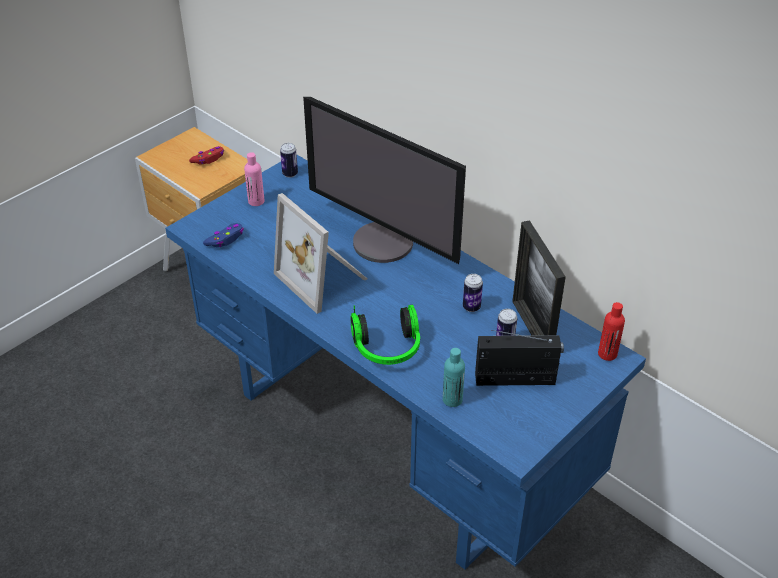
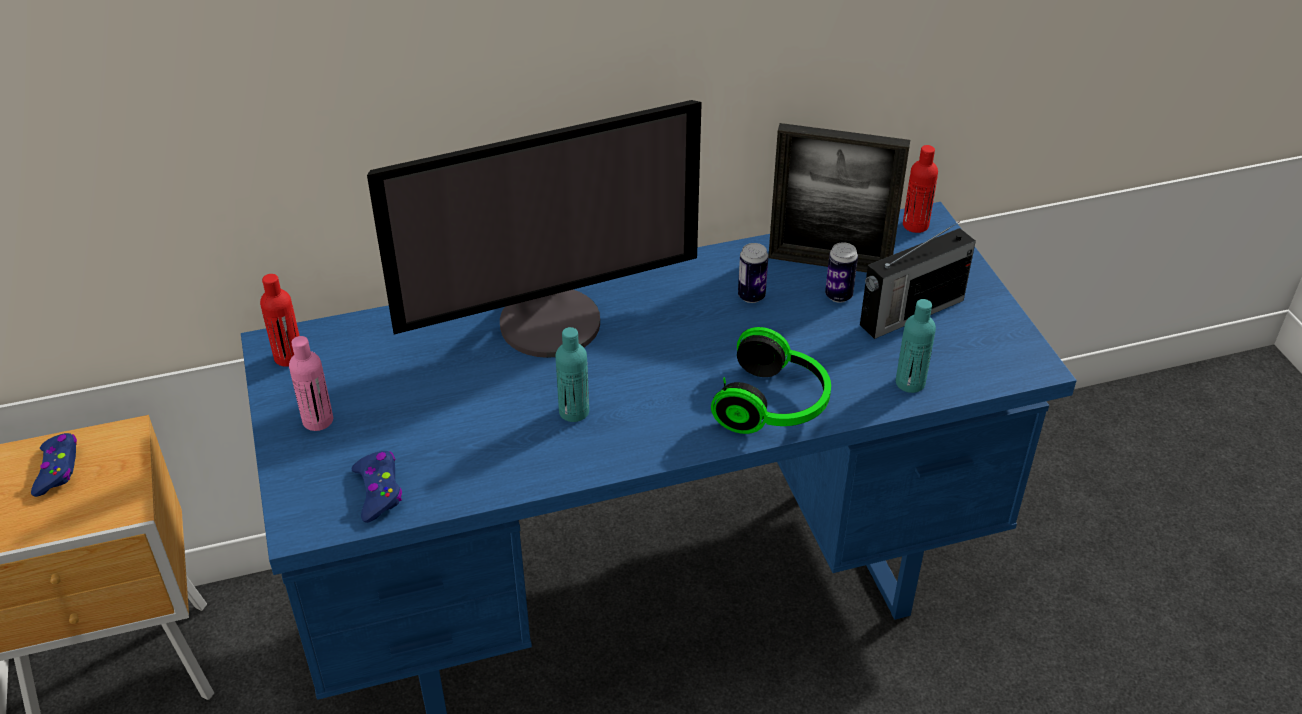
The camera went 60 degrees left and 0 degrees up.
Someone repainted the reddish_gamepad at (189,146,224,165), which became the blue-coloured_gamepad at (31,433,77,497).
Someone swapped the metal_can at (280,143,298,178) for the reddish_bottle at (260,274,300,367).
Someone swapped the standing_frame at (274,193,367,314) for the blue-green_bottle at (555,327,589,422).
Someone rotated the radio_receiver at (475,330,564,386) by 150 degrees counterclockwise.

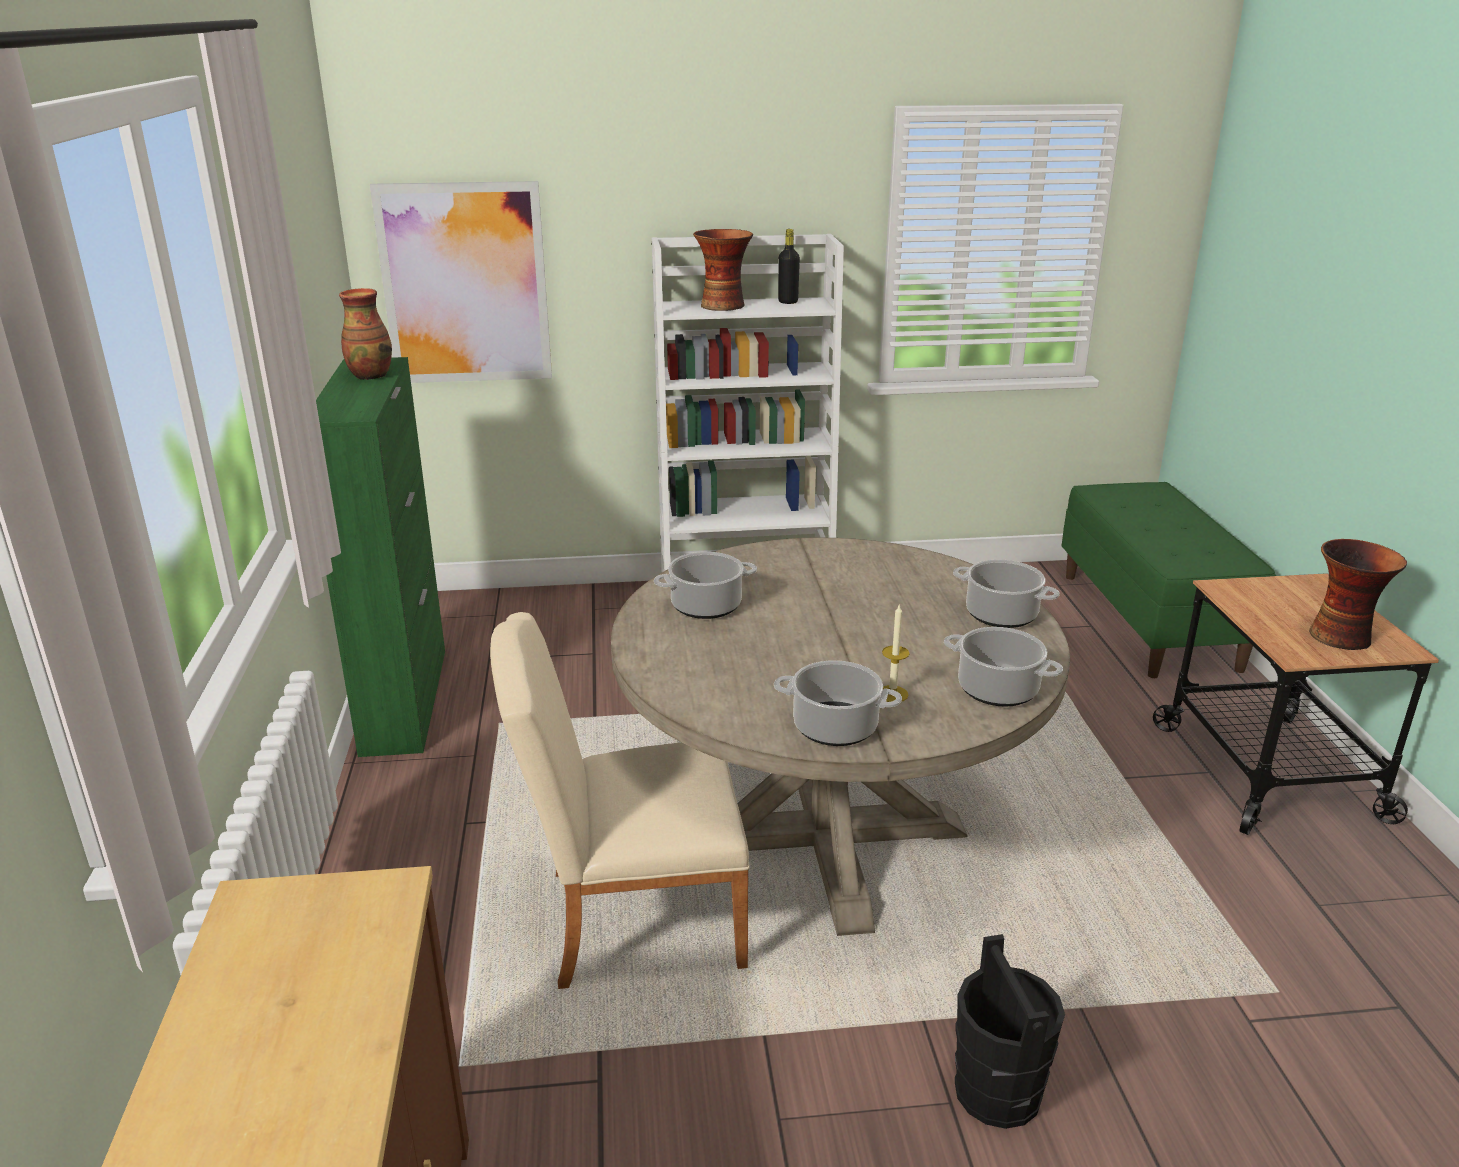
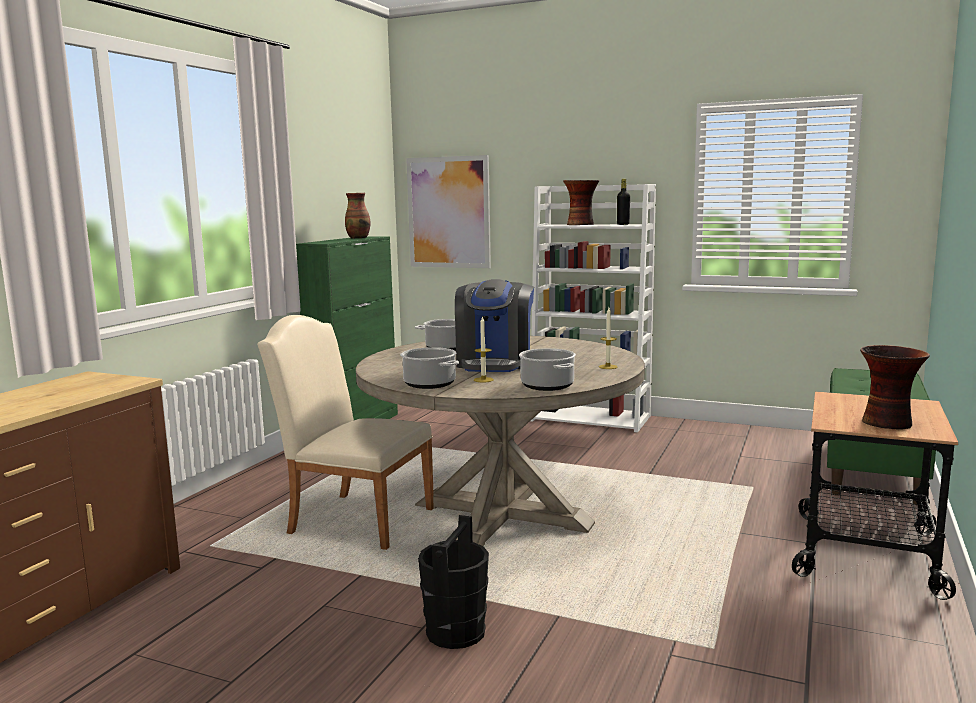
The camera went 30 degrees right and 15 degrees down.
Someone put down the coffee_brewer at (455,279,534,372).
Someone swapped the stockpot at (953,560,1060,628) for the wax_candle at (599,307,618,369).

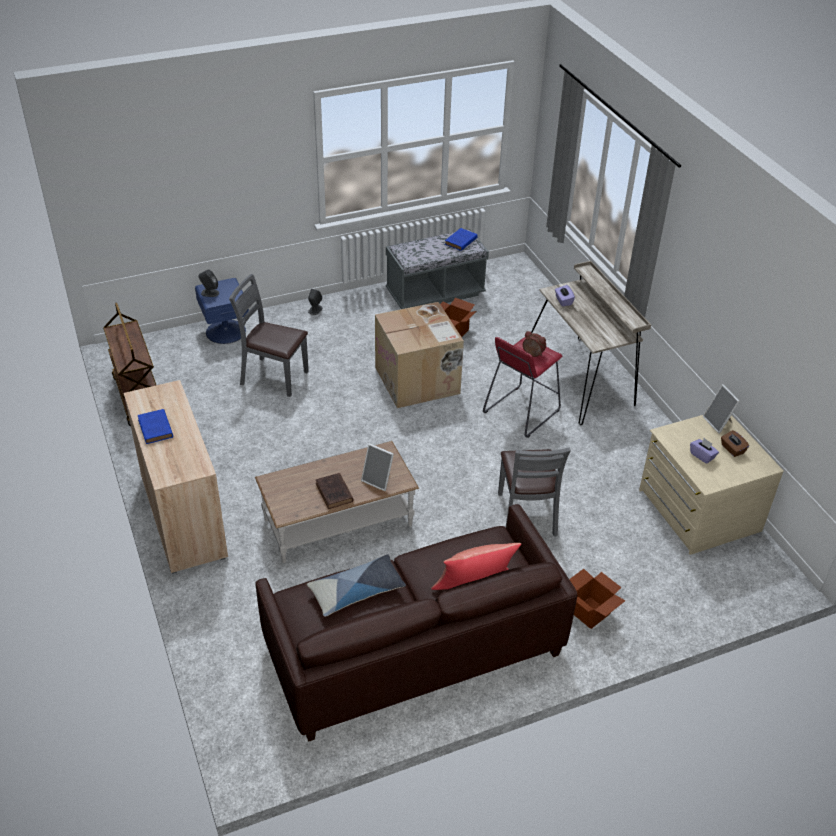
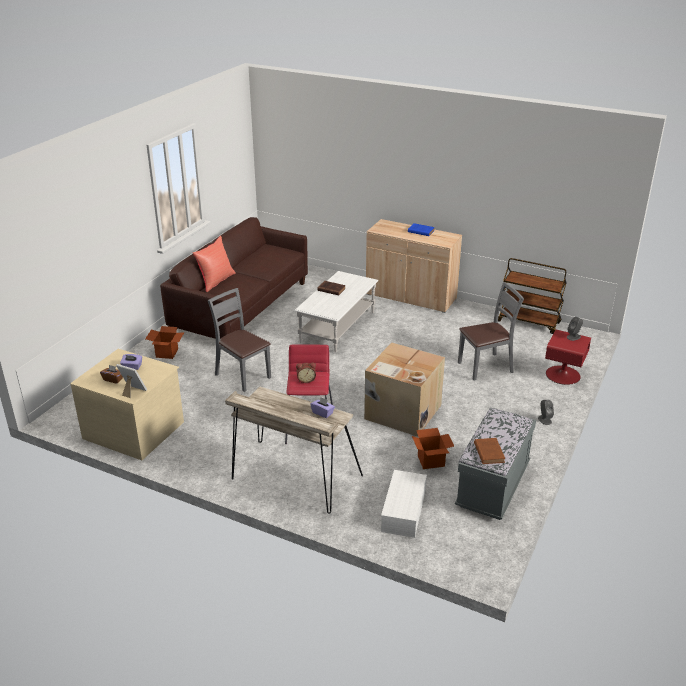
The camera went 140 degrees right and 10 degrees down.
Someone repainted the brown_low_table at (255,441,419,563), which became the white_low_table at (294,271,379,353).
Someone put down the white_storage_container at (381,470,427,538).
Someone repainted the blue-coloured_bound_book at (445,228,478,251), which became the brown_bound_book at (474,438,505,464).
Someone repainted the blue-coloured_nightstand at (195,278,249,344), which became the reddish_nightstand at (545,330,591,385).
Someone took away the cushion at (307,554,406,617).
Someone took away the standing_frame at (361,443,394,491).

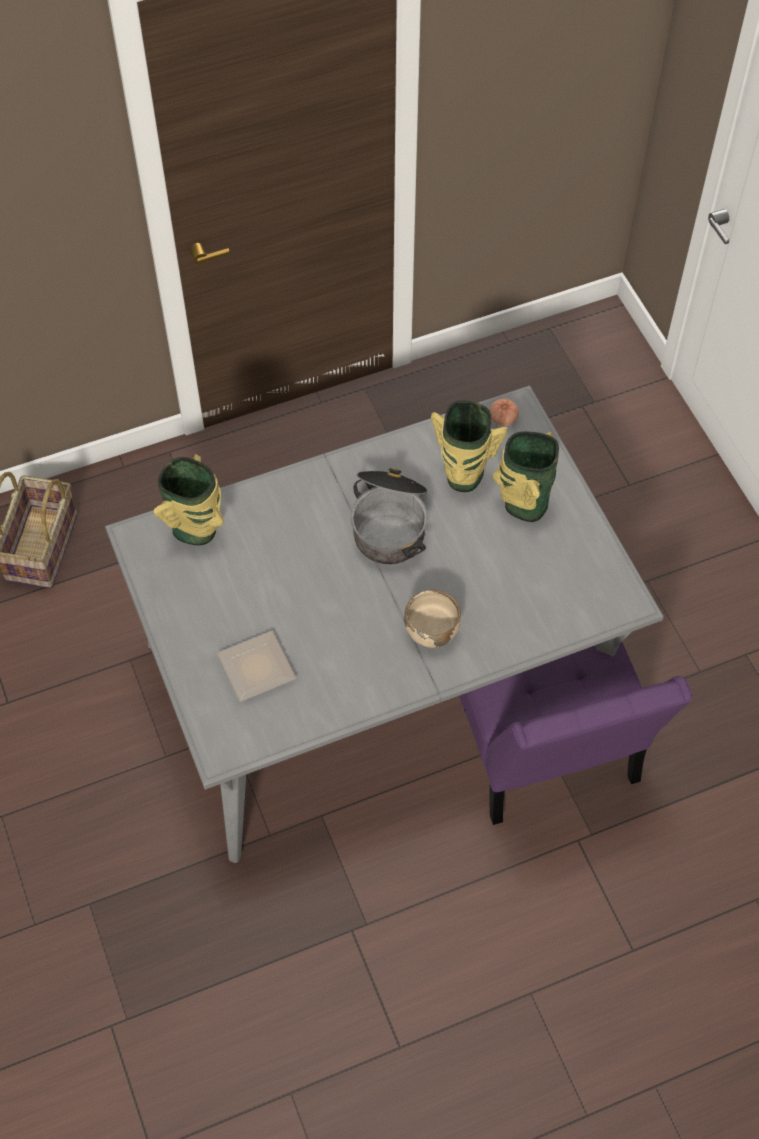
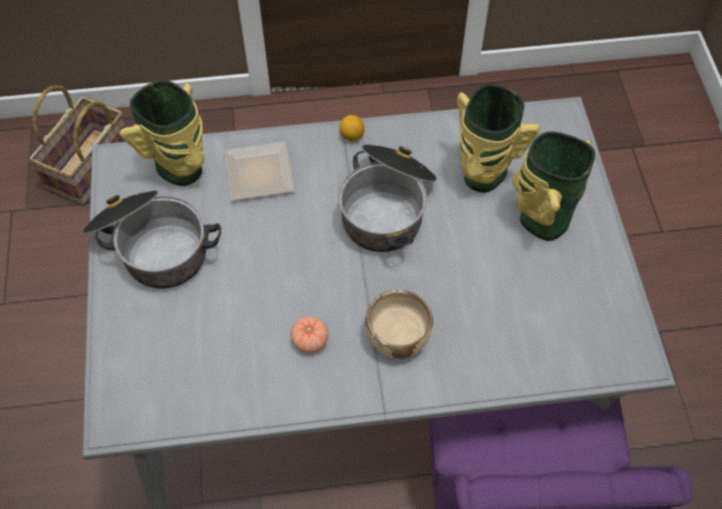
The camera went 15 degrees right and 0 degrees up.
Someone put down the stockpot at (82,190,221,289).
Someone carried the dinner_plate from (217,631,296,702) to (225,142,295,201).
Someone carried the fresh_tomato from (489,399,519,426) to (291,316,329,353).
Someone put down the citrus_fruit at (339,115,365,141).

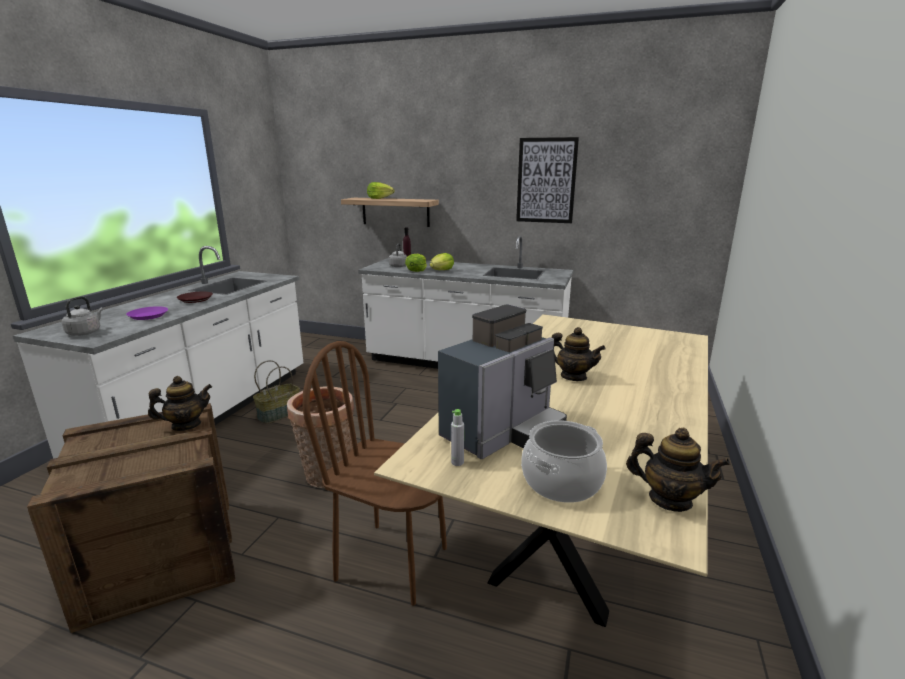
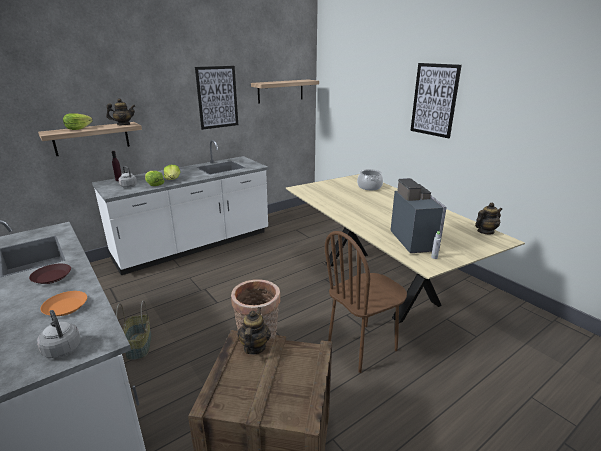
The camera went 55 degrees left and 5 degrees up.
Someone repainted the purple_dinner_plate at (126,306,168,320), which became the orange_dinner_plate at (40,291,87,316).
Someone carried the tea_pot from (552,327,606,381) to (106,98,135,125).
Someone put up the shelf at (251,79,319,104).
Someone carried the stockpot from (521,420,607,503) to (357,169,383,190).
Someone put up the wall_art at (410,63,462,138).

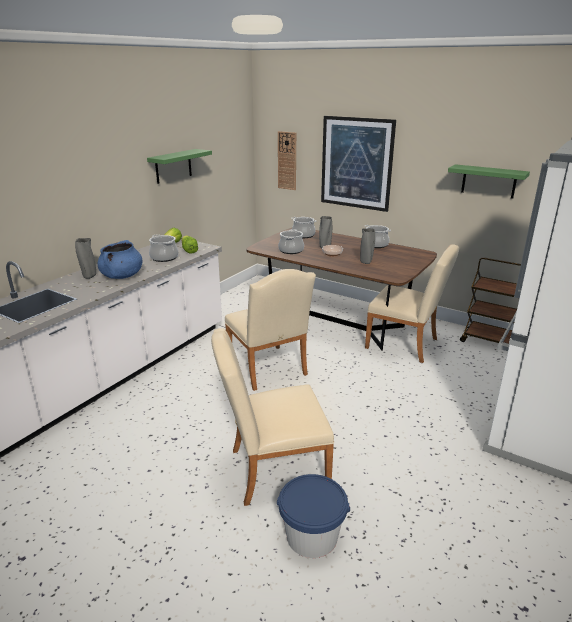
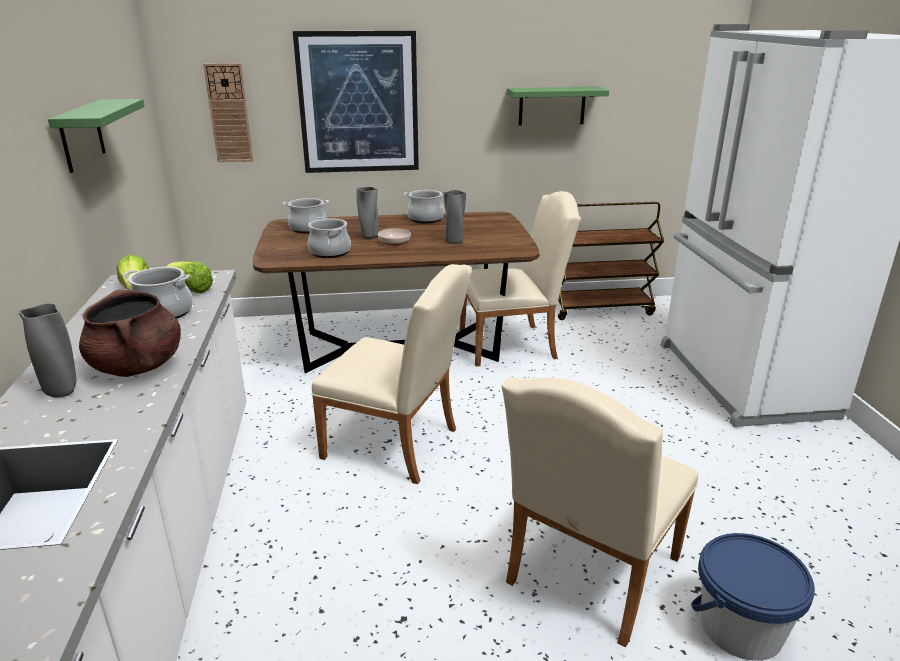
The camera went 40 degrees left and 0 degrees up.
Someone repainted the blue-coloured_stockpot at (97,240,143,279), which became the brown_stockpot at (79,290,181,377).

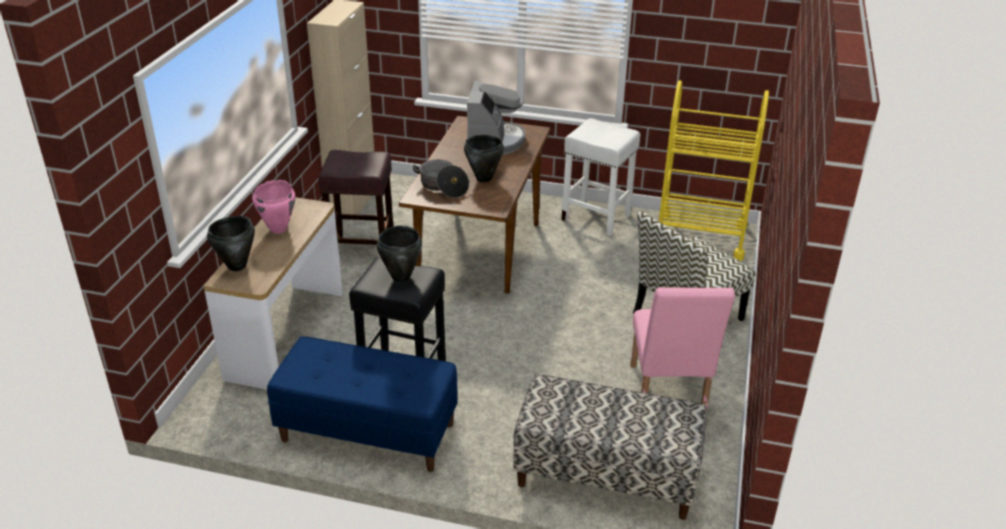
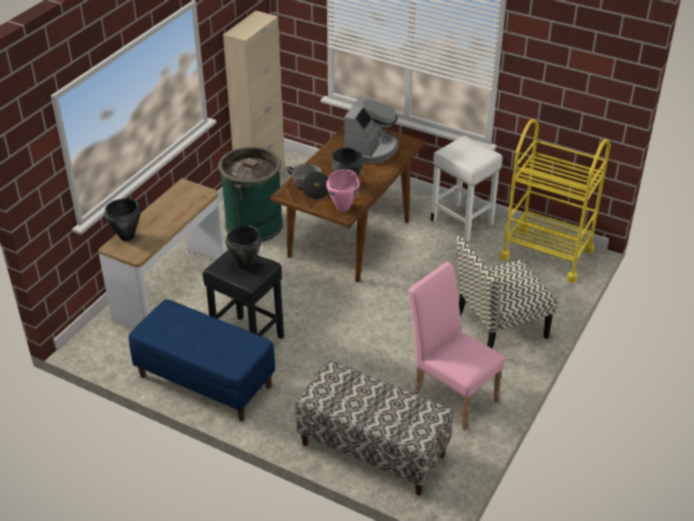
The camera went 15 degrees right and 5 degrees up.
Someone swapped the brown_stool at (318,150,393,245) for the green_rubbish_bin at (218,146,283,242).
Someone carried the pink-coloured_stockpot from (252,180,295,233) to (326,169,360,212).
Someone rotated the pink-coloured_upright_chair at (630,287,735,409) by 120 degrees clockwise.

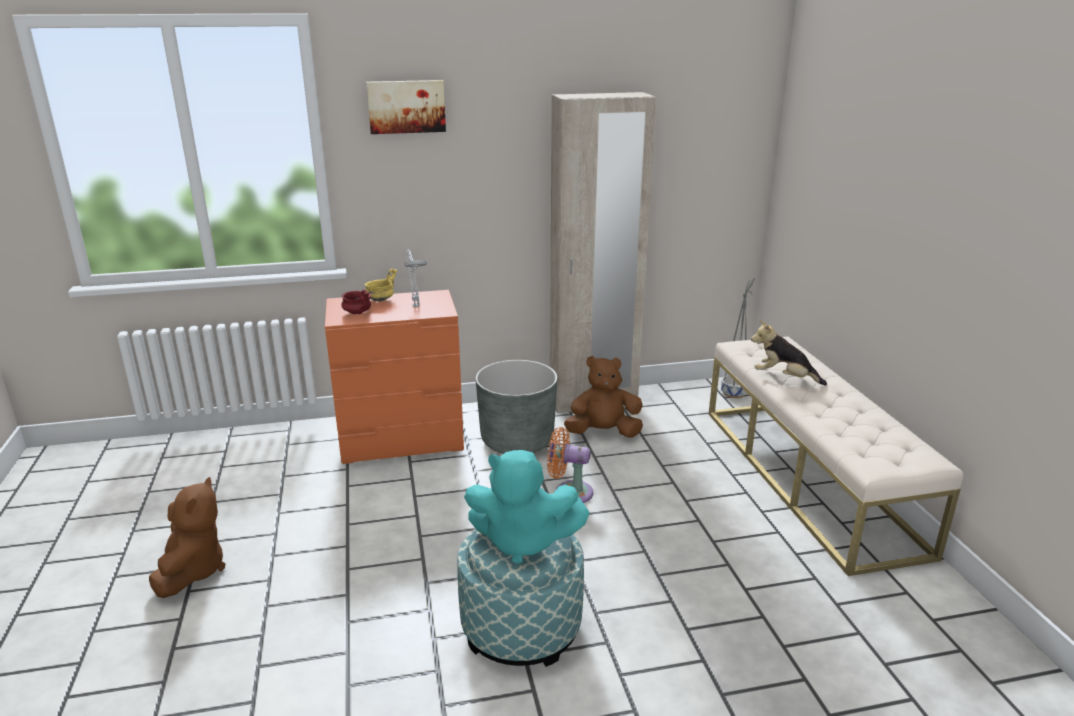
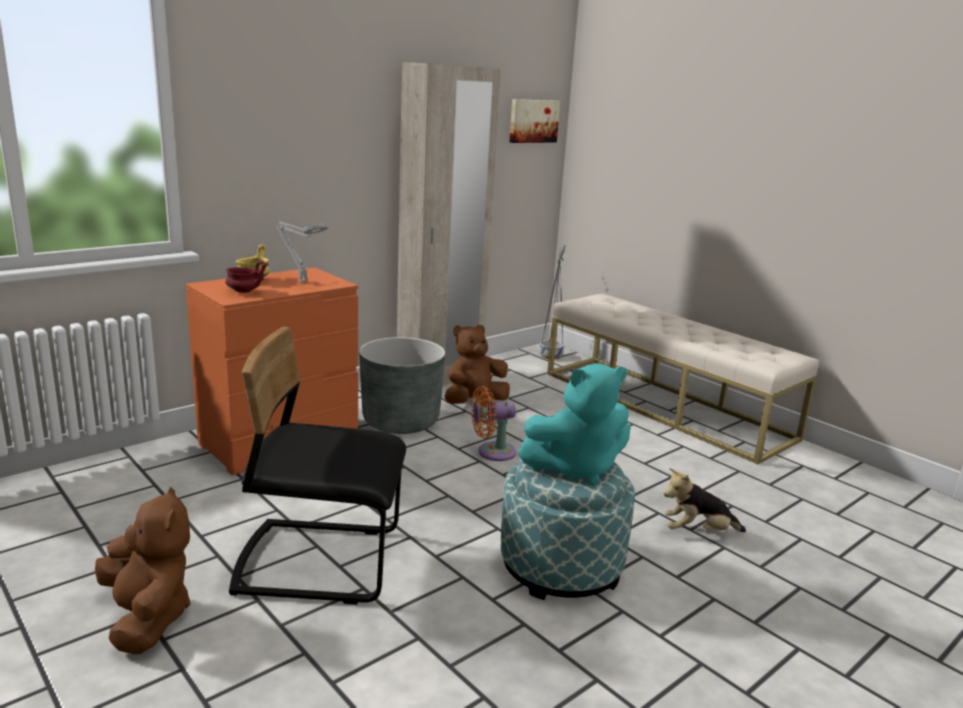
The camera went 30 degrees left and 5 degrees down.
Someone put down the black_upright_chair at (229,327,406,604).
Someone carried the wall_art from (366,80,446,134) to (509,99,560,143).
Someone carried the cuddly_toy from (751,320,827,386) to (664,468,746,532).

